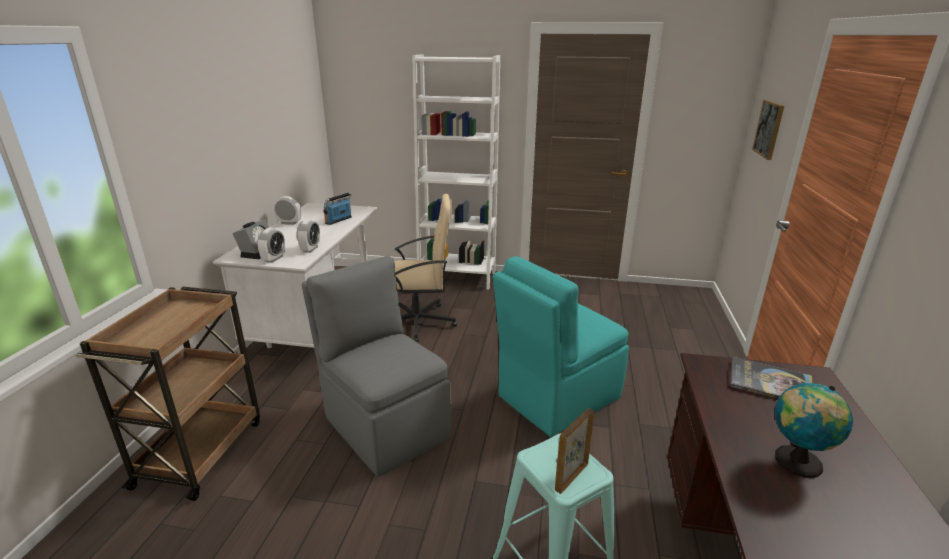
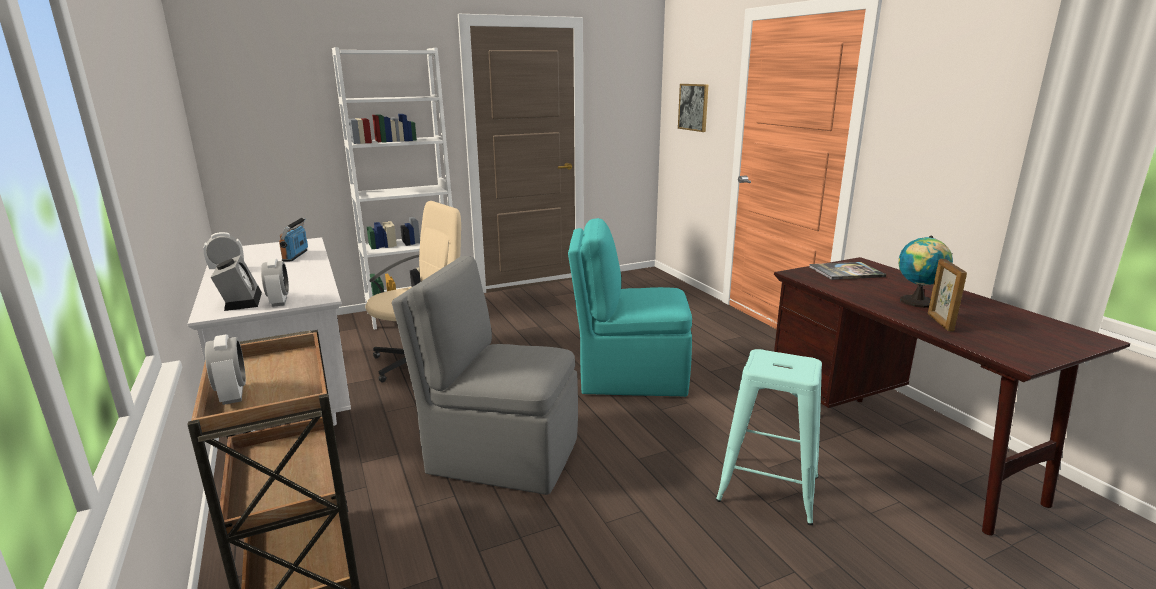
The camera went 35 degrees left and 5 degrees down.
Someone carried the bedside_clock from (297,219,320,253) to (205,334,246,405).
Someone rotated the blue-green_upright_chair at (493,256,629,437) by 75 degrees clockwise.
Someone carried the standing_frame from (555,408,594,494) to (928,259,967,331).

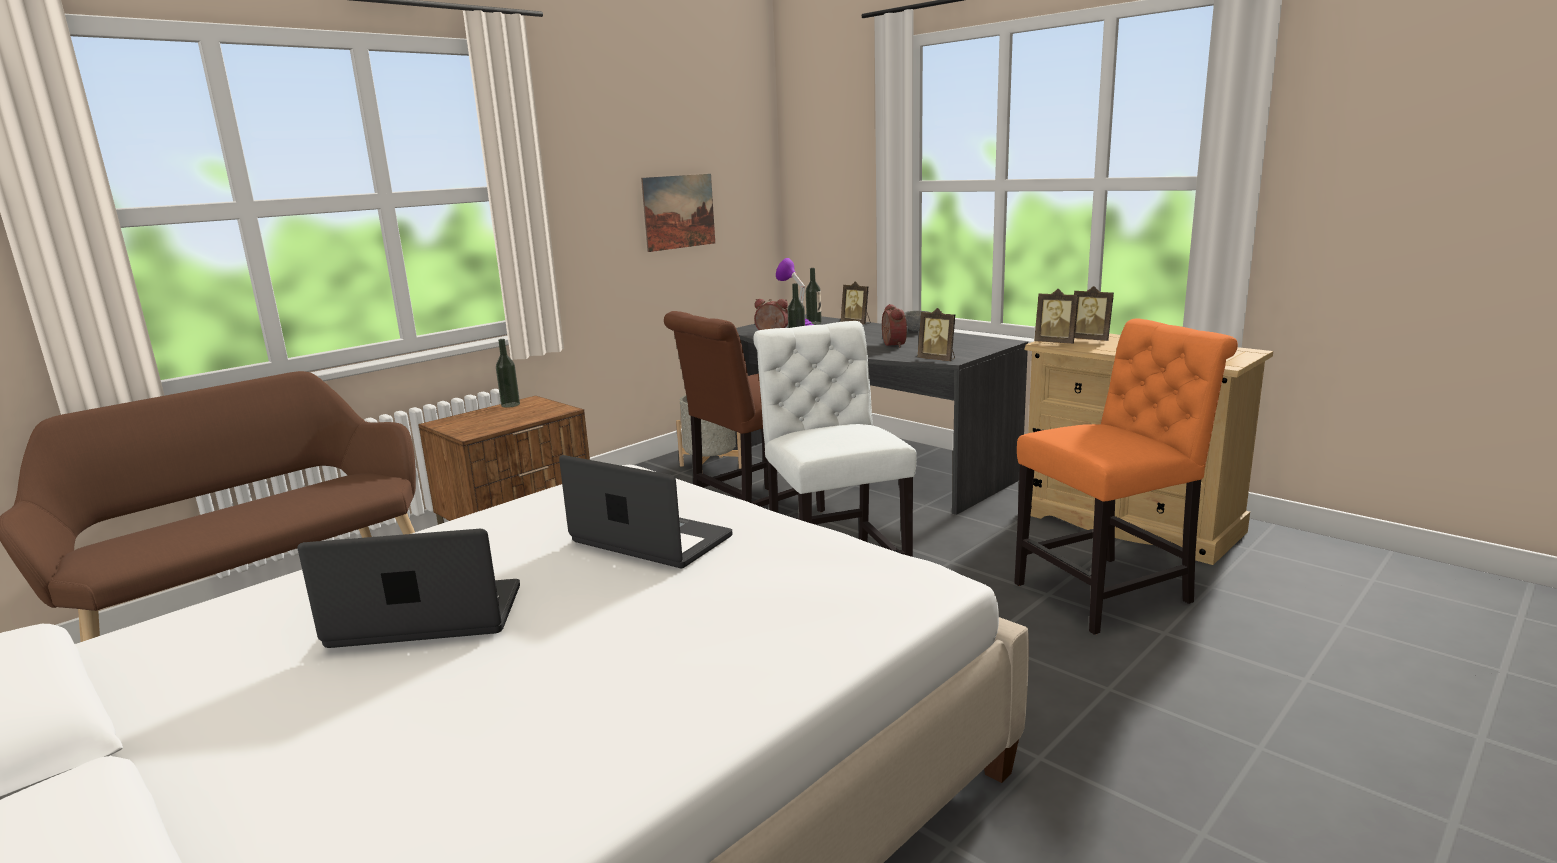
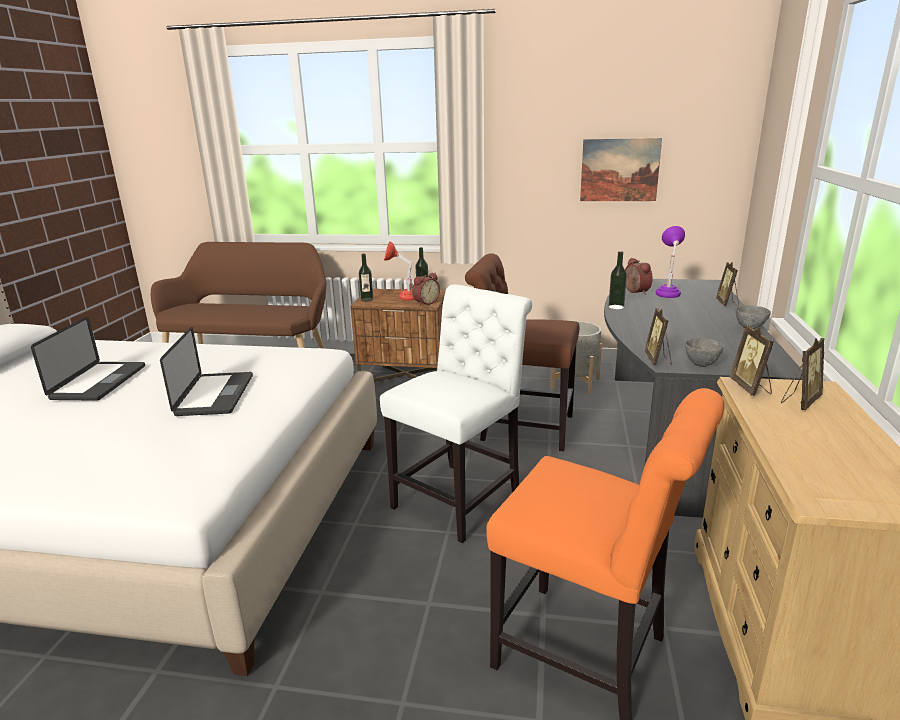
The camera went 55 degrees right and 5 degrees up.
Someone rotated the notebook_computer at (297,529,520,648) by 45 degrees clockwise.
Someone carried the bottle from (806,268,822,325) to (359,254,373,301).
Someone put down the reddish_table_lamp at (384,241,415,300).
Someone carried the bedside_clock from (882,304,907,348) to (412,273,440,306).
Someone put down the grey_bowl at (685,338,724,367).
Someone rotated the standing_frame at (1074,286,1114,341) by 135 degrees counterclockwise.

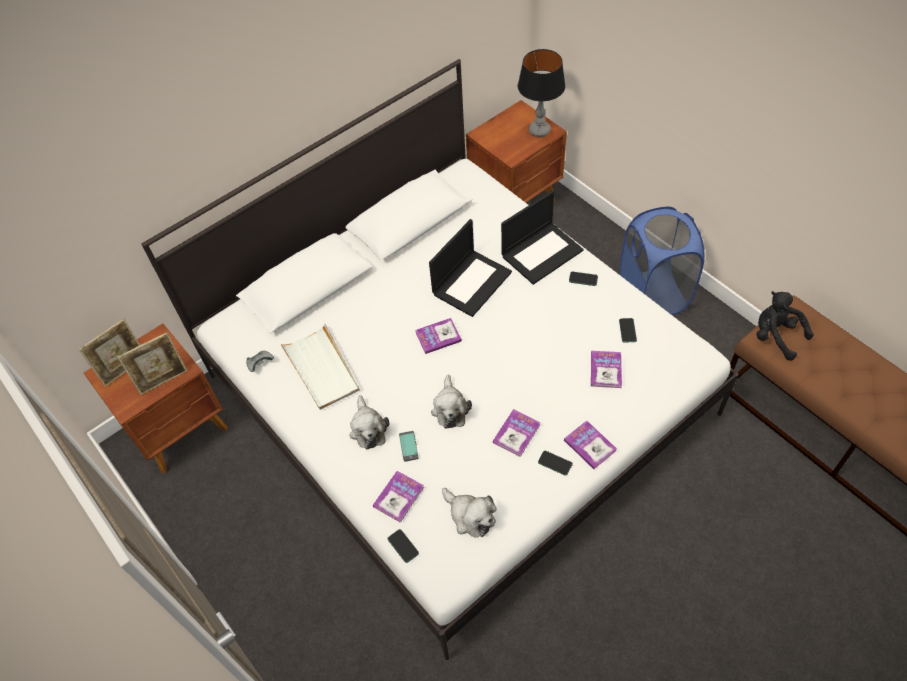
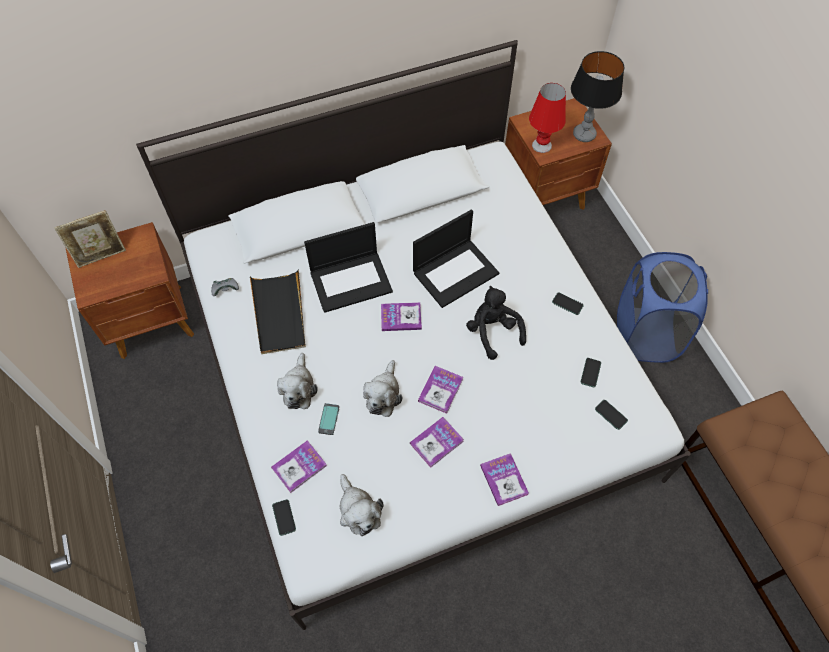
The camera went 15 degrees right and 5 degrees up.
Someone repainted the white_serving_tray at (280,323,360,410), which became the black_serving_tray at (250,269,306,354).
Someone carried the notebook_computer from (501,191,583,285) to (304,222,393,313).
Someone carried the bound_book from (591,351,622,388) to (418,366,463,414).
Someone carried the black_cuddly_toy from (757,291,814,361) to (466,286,526,360).
Someone put down the reddish_table_lamp at (529,83,566,153).
Someone carried the telephone from (538,451,573,476) to (595,400,628,430).
Someone took away the standing_frame at (118,332,188,395).

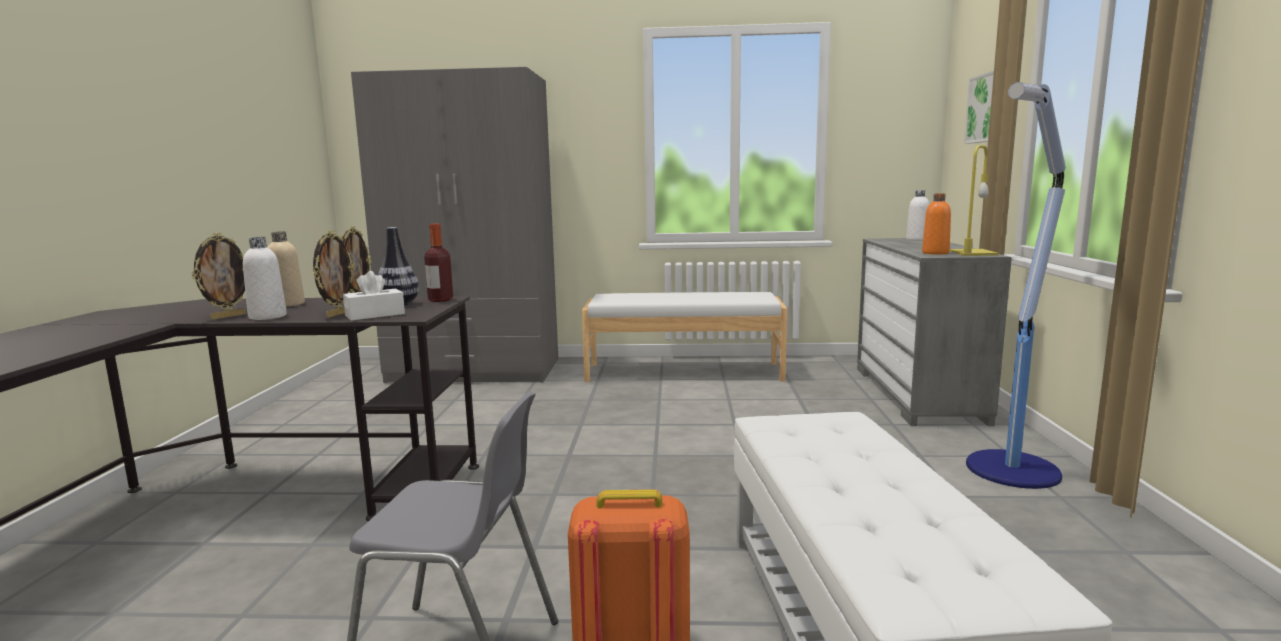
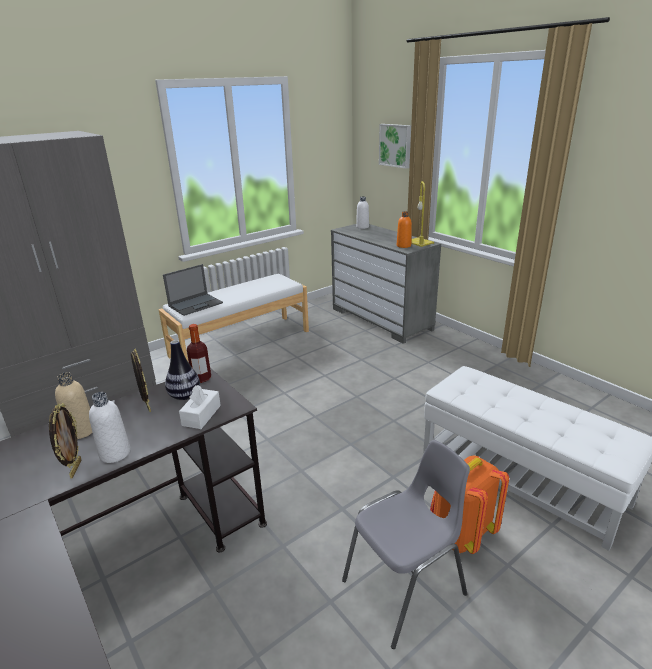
The camera went 40 degrees left and 15 degrees up.
Someone put down the notebook_computer at (163,264,223,316).
Someone took away the standing_frame at (313,231,355,318).
Someone took away the standard_lamp at (966,82,1066,489).

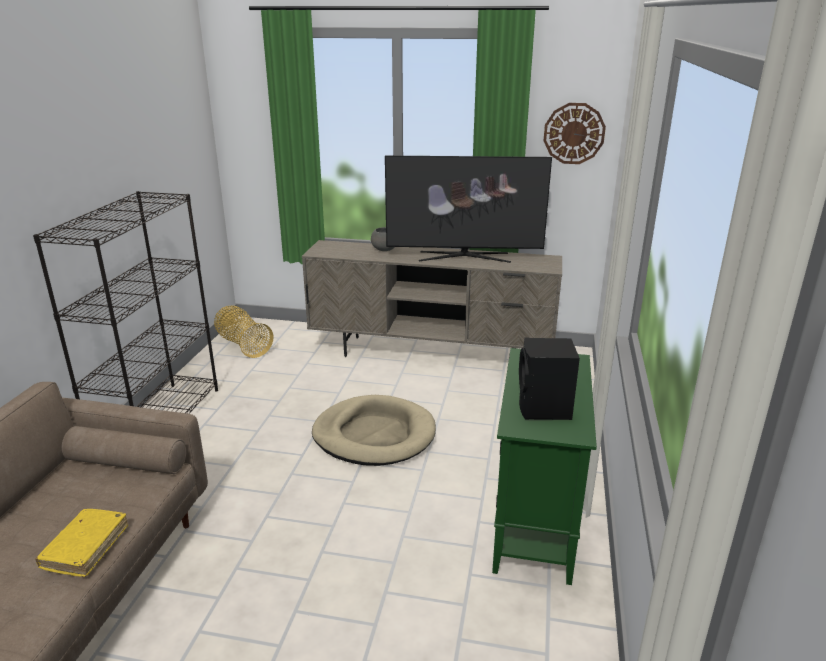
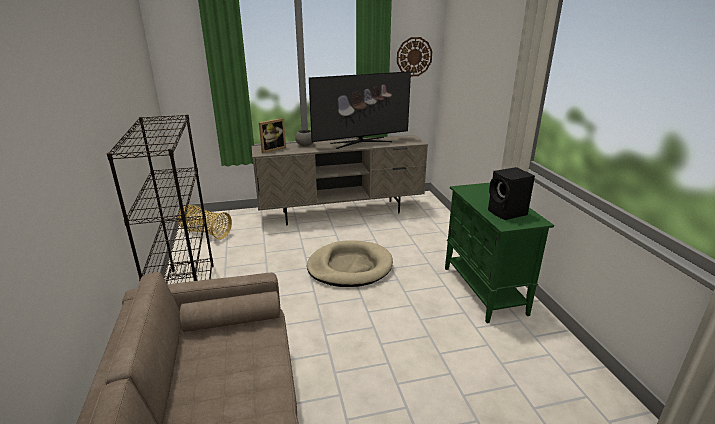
The camera went 25 degrees left and 0 degrees up.
Someone put down the standing_frame at (259,118,286,153).
Someone took away the yellow_bound_book at (35,509,128,577).

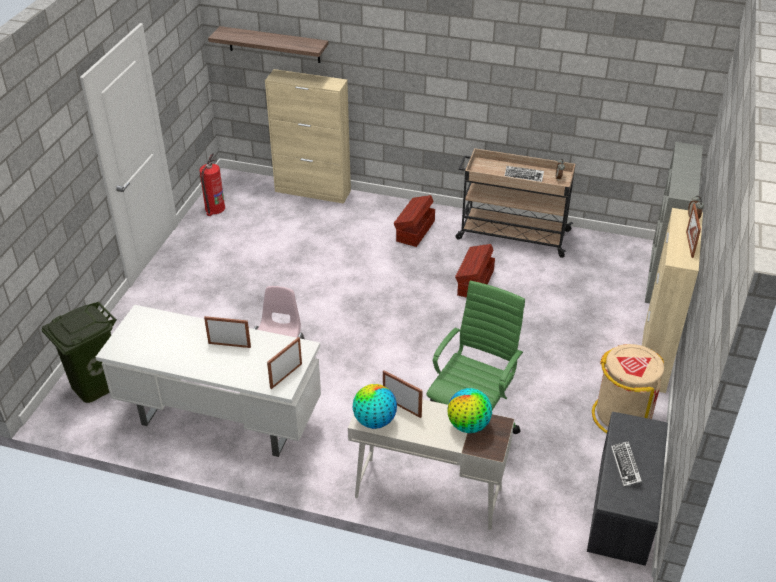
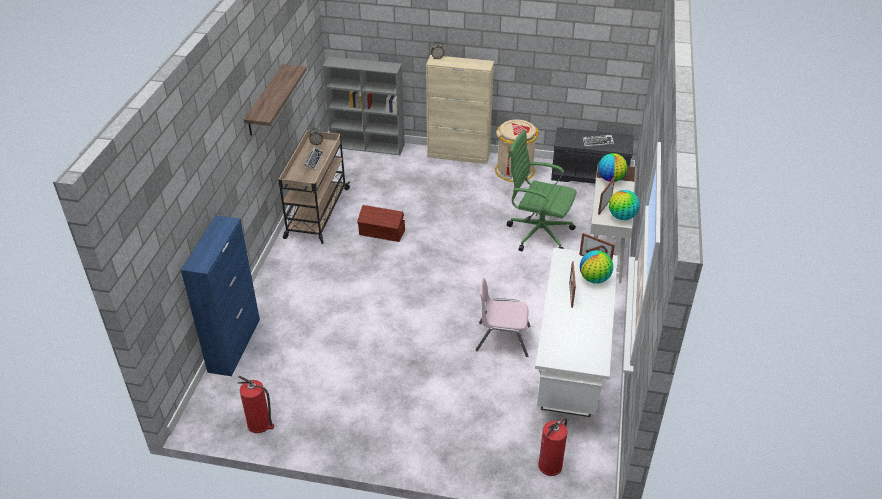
The camera went 95 degrees left and 0 degrees up.
Someone repainted the sand-coloured_cabinet at (265,69,351,204), which became the blue-coloured_cabinet at (181,216,260,376).
Someone carried the shelf from (208,26,328,63) to (244,64,307,136).
Someone swapped the green_rubbish_bin at (42,302,117,403) for the fire_extinguisher at (538,418,568,476).
Someone put down the globe at (580,250,613,284).
Someone took away the brown_storage_container at (394,195,435,247).
Someone took away the standing_frame at (686,204,701,258).

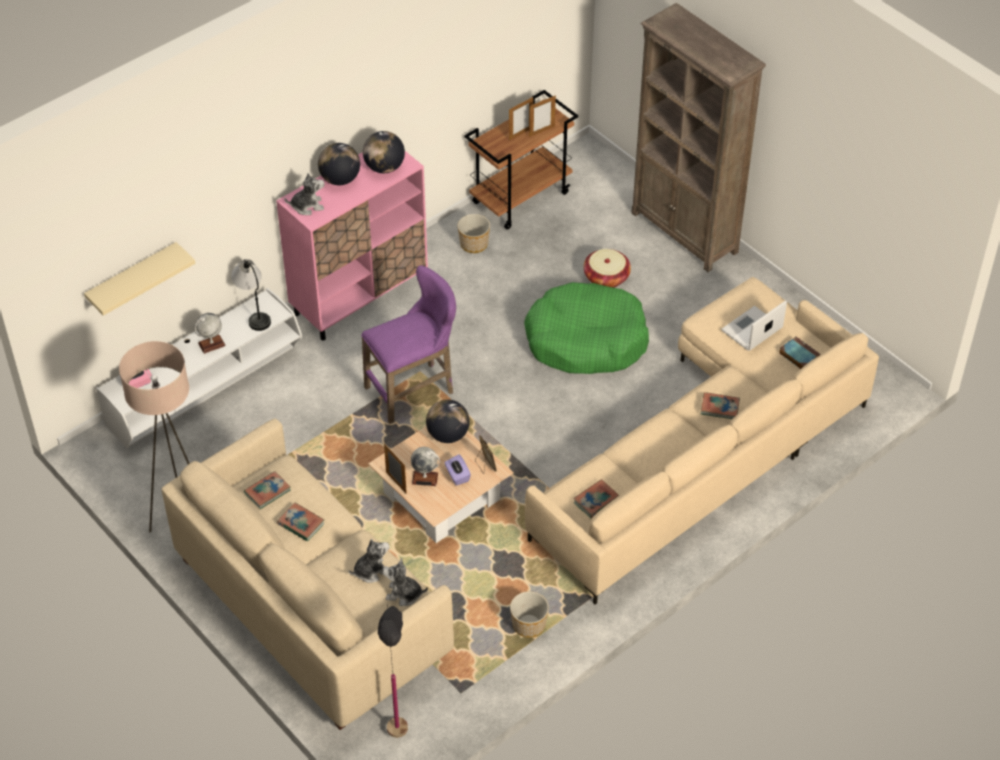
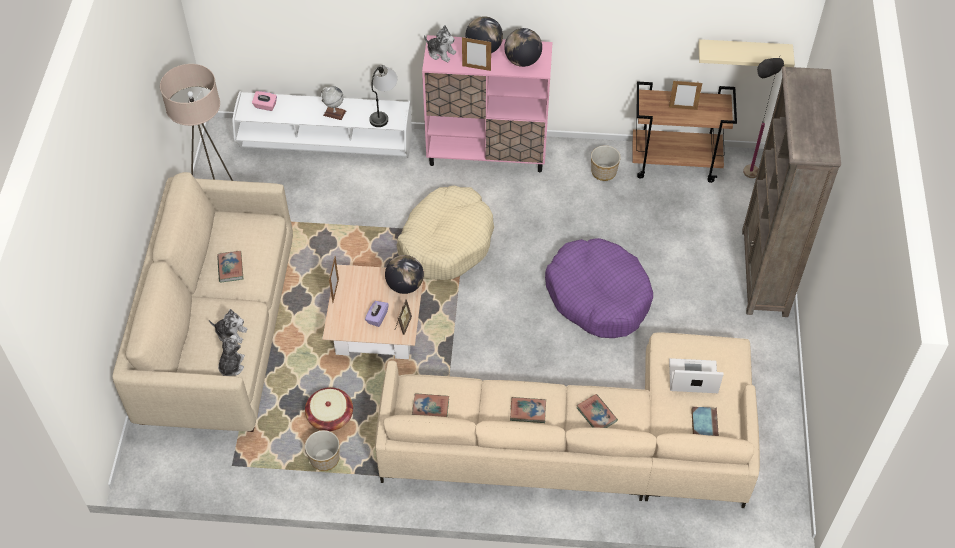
The camera went 45 degrees right and 5 degrees up.
Someone rotated the cuddly_toy at (383,557,428,606) by 45 degrees clockwise.
Someone carried the household_basket from (583,249,631,288) to (305,387,353,431).
Someone swapped the purple_stool at (361,265,456,424) for the sand-coloured_pet_bed at (397,186,494,280).
Someone carried the standing_frame from (529,95,556,137) to (462,37,491,71).
Someone carried the bound_book from (244,471,291,509) to (510,397,546,423).
Someone repainted the green_pet_bed at (524,282,649,374), which became the purple_pet_bed at (545,238,653,338).
Someone carried the sand-coloured_shelf from (84,242,196,316) to (698,39,795,67).
Someone carried the black_standard_lamp from (378,603,408,738) to (743,57,784,178).
Someone took away the globe at (411,447,440,486).

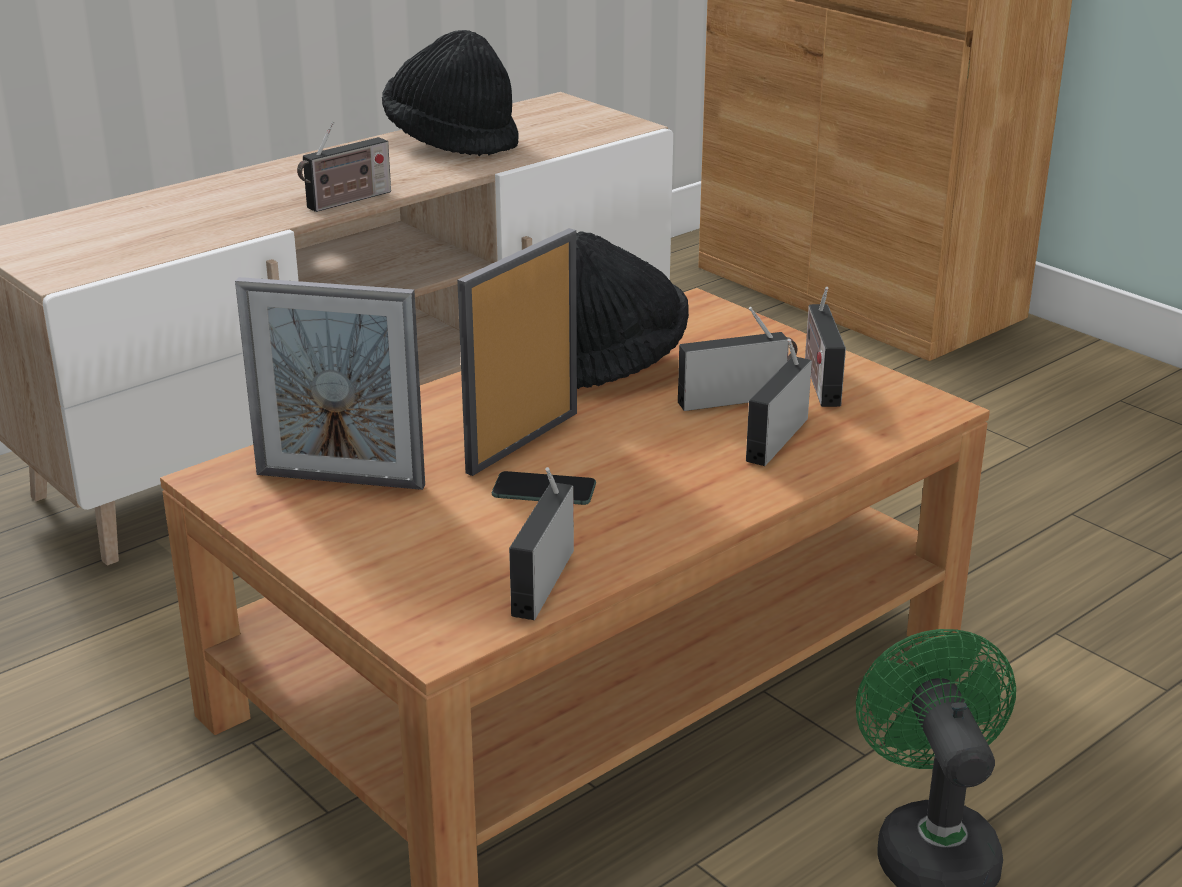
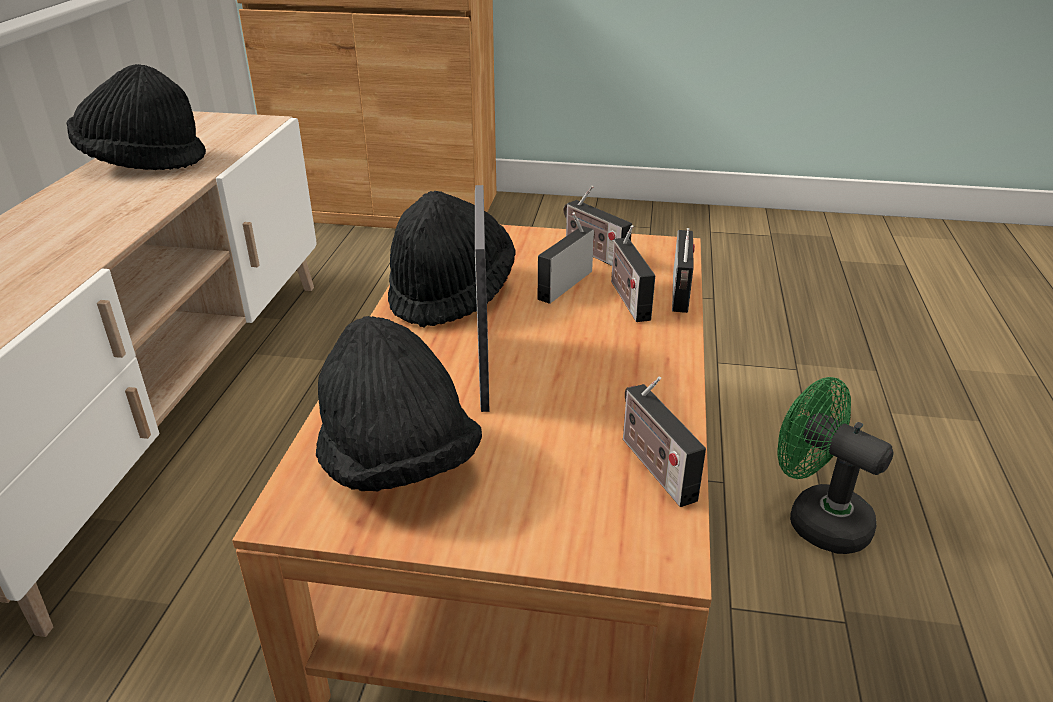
The camera went 40 degrees left and 5 degrees up.
Someone swapped the standing_frame at (235,277,425,490) for the black_wearable_hat at (316,316,482,492).
Someone carried the radio_receiver from (297,122,391,212) to (672,228,695,313).
Someone took away the telephone at (492,471,596,505).

